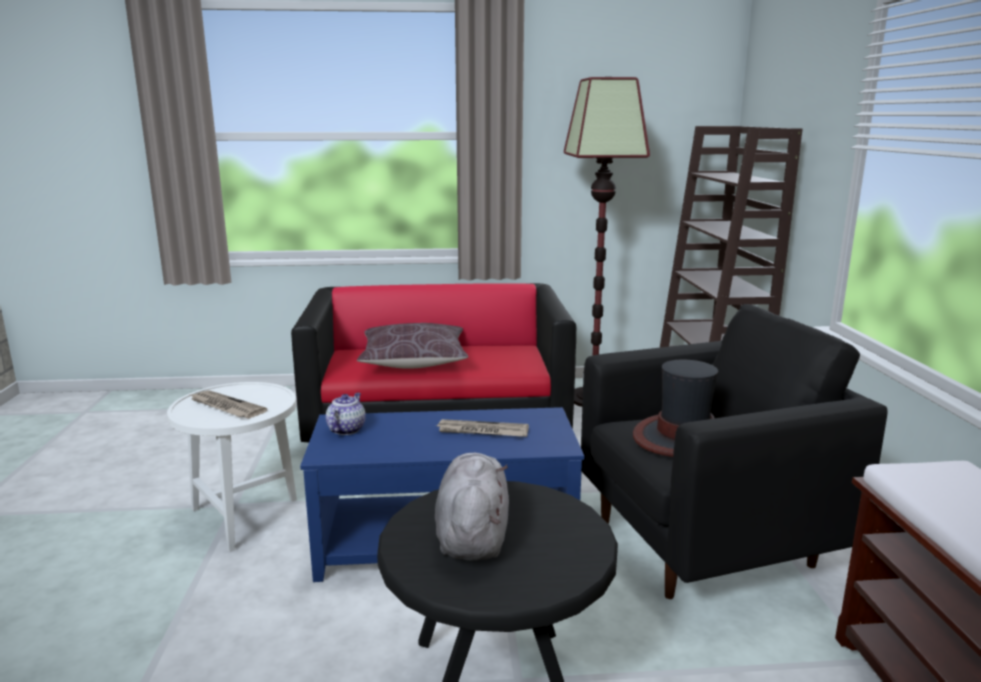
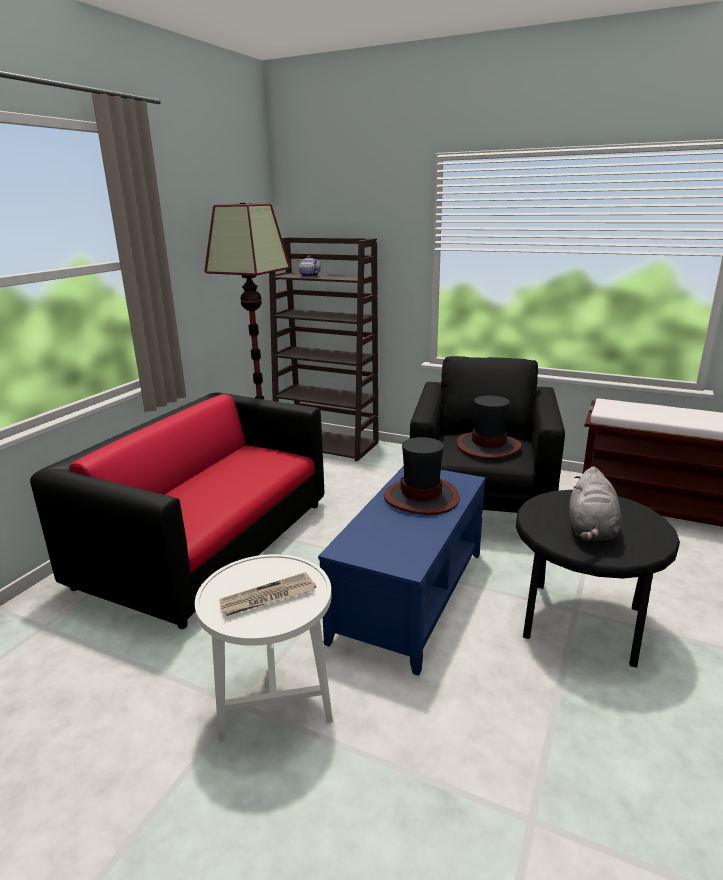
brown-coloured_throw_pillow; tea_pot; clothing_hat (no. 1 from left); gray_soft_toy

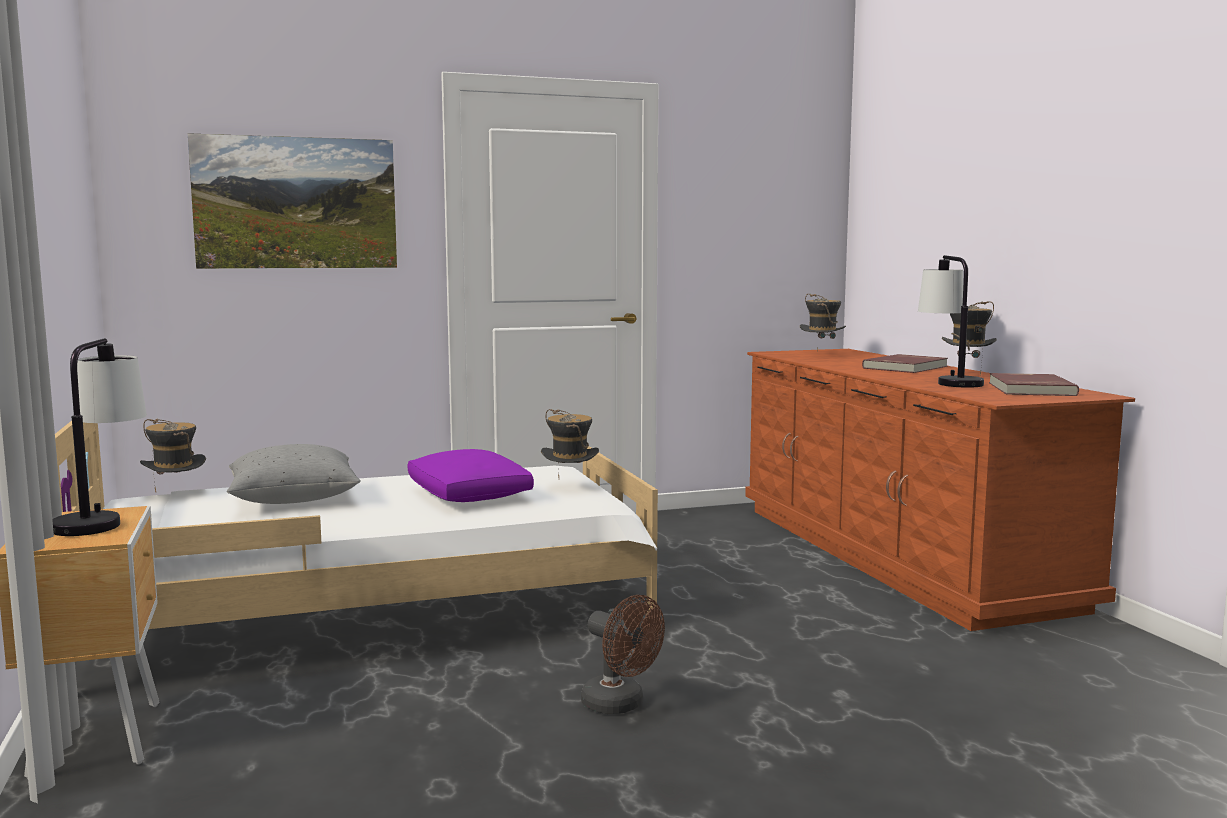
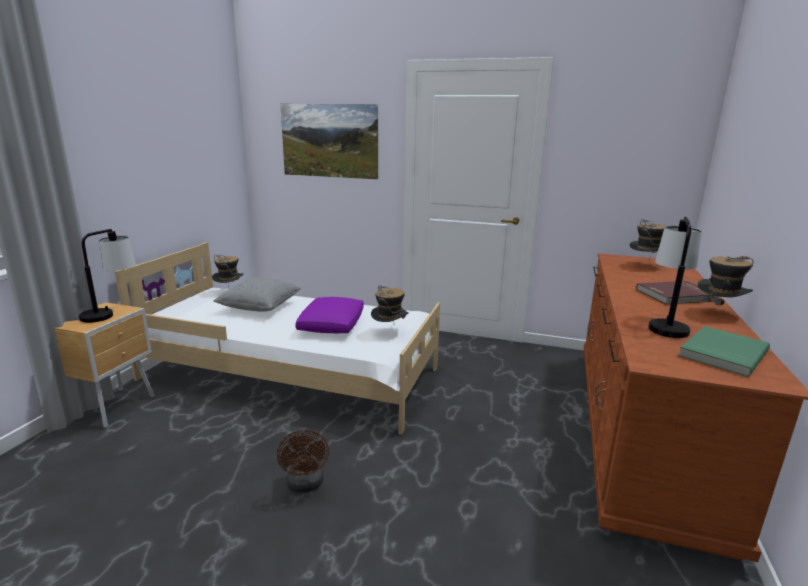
green_volume

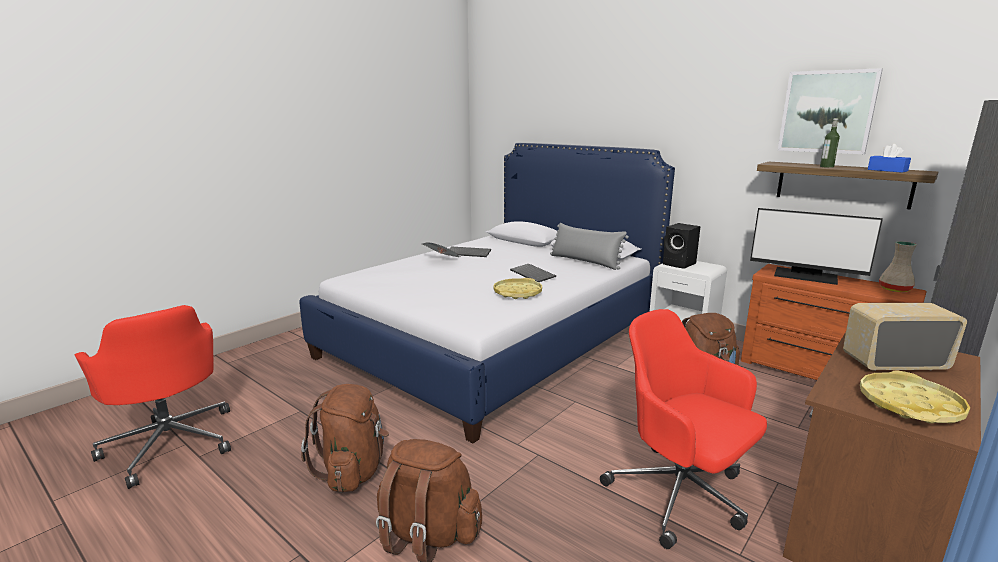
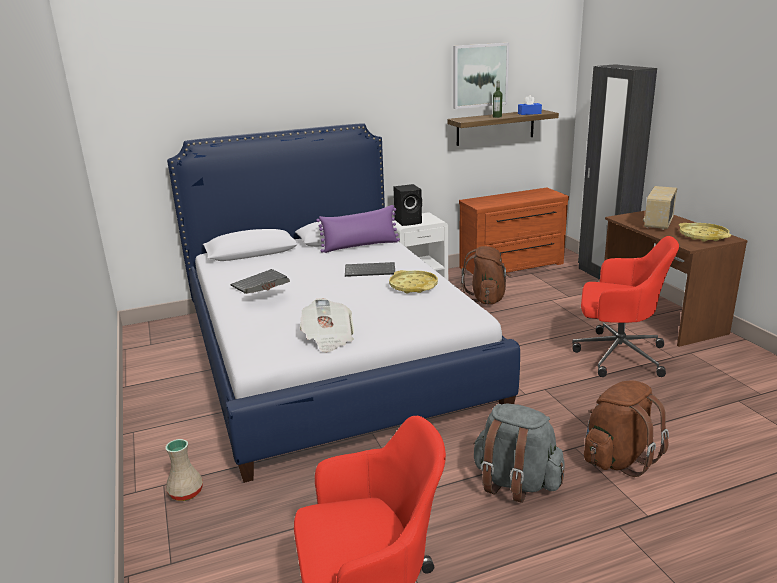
computer_display; purple_throw_pillow; beige_decorative_vase; reddish_desk_chair (no. 2 from left); gray_knapsack; daily_paper (no. 2 from left)

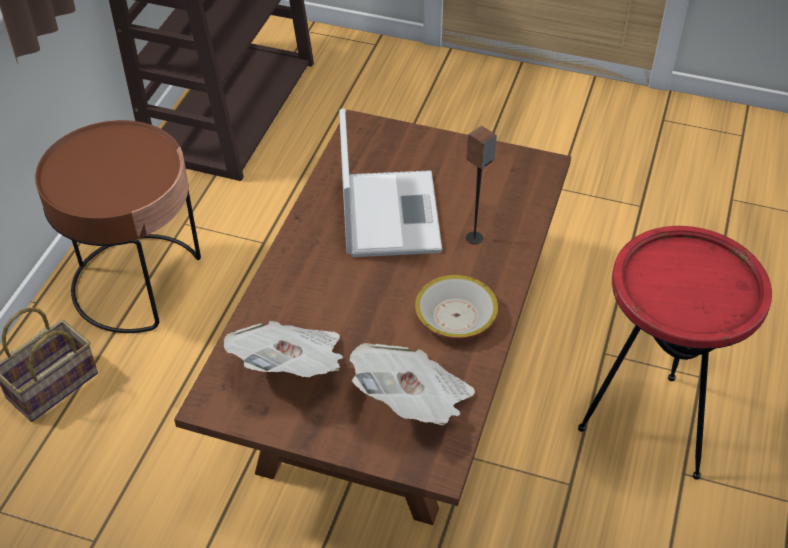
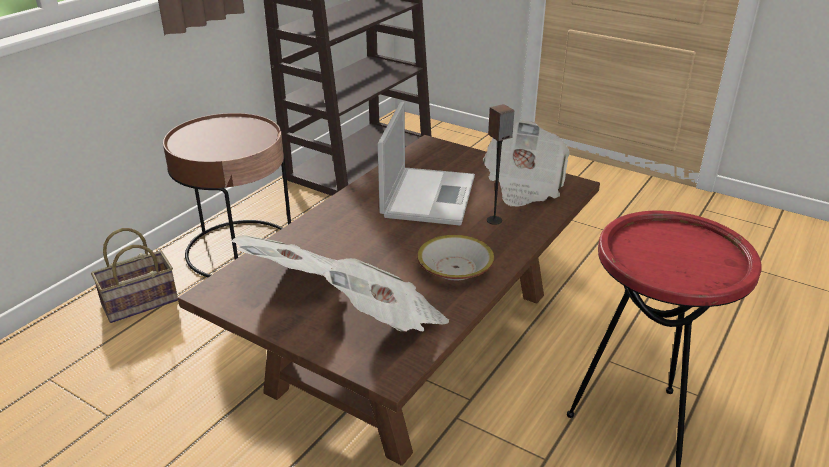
daily_paper (no. 3 from left)

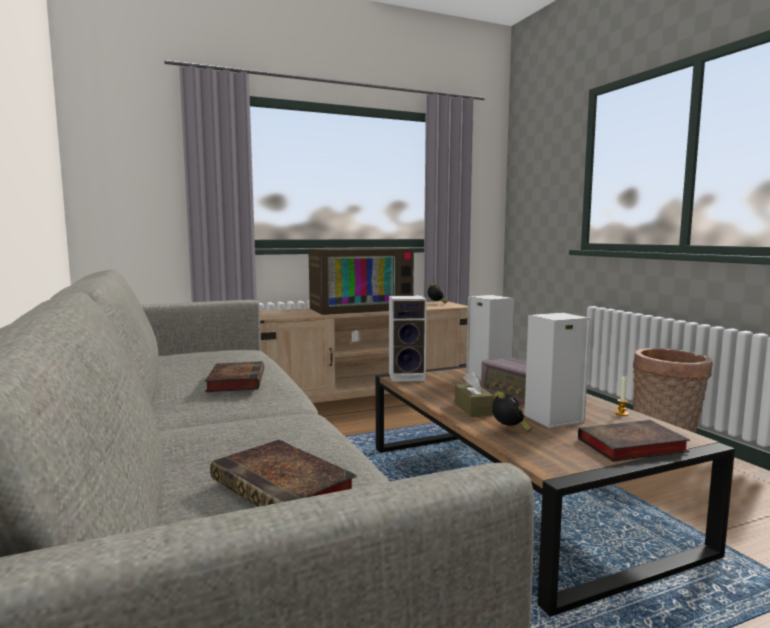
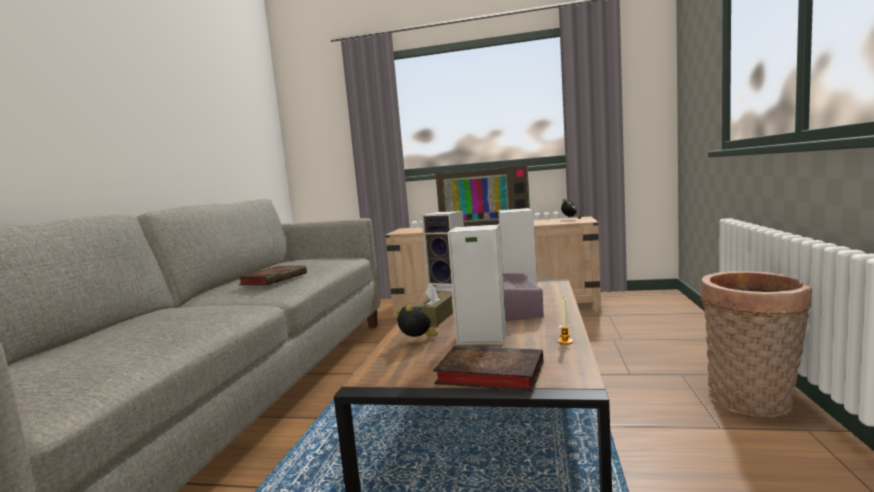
table_clock (no. 1 from left); volume (no. 2 from left in the first image)

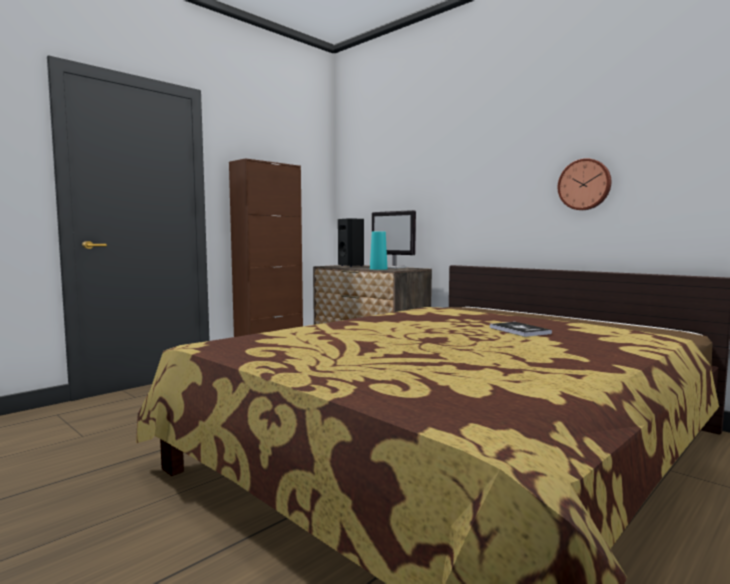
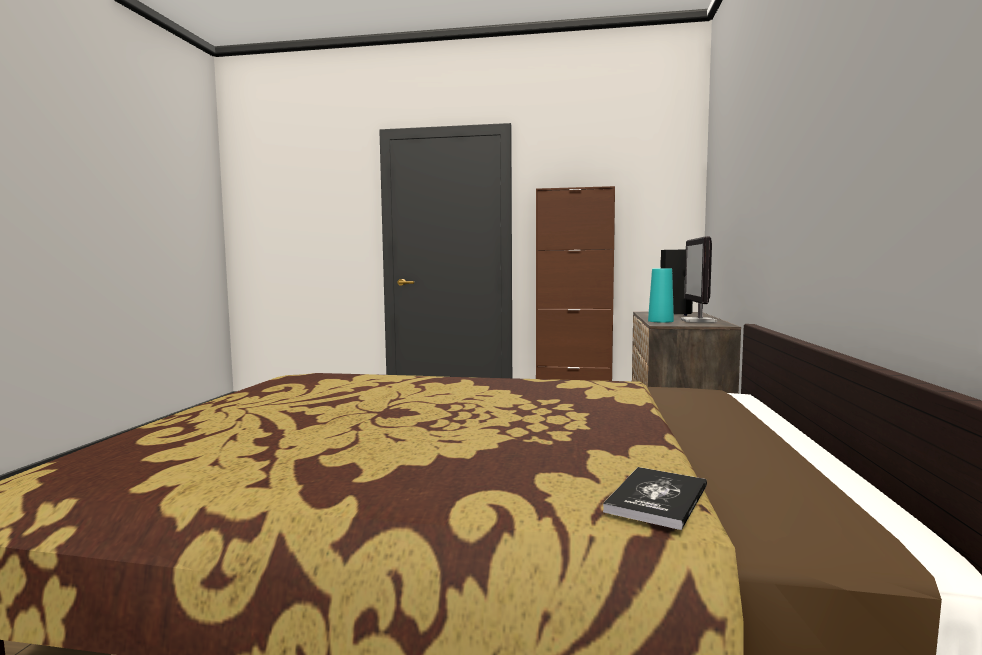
clock_on_the_wall; volume

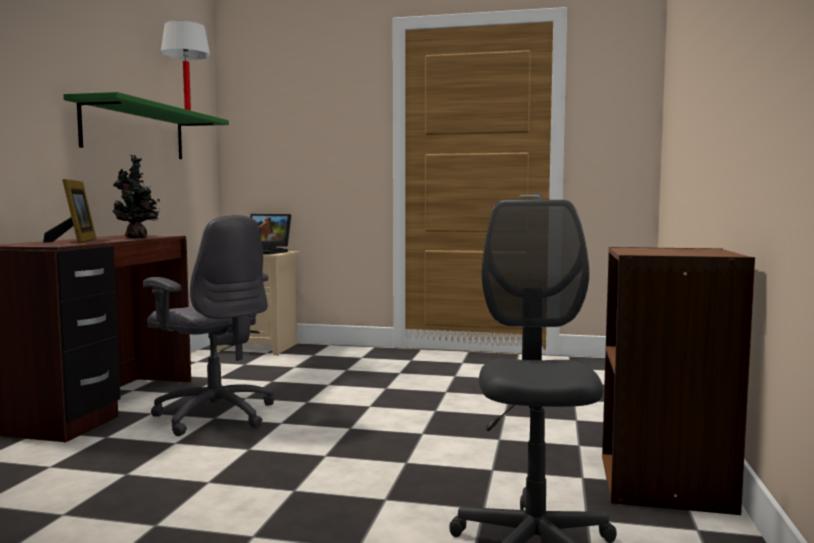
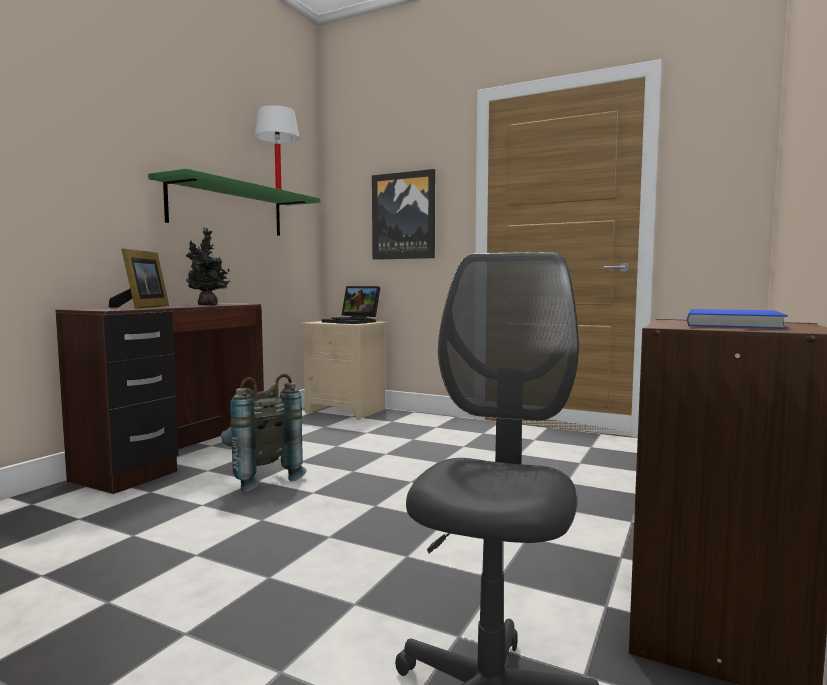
gray_knapsack; wall_picture; blue_volume

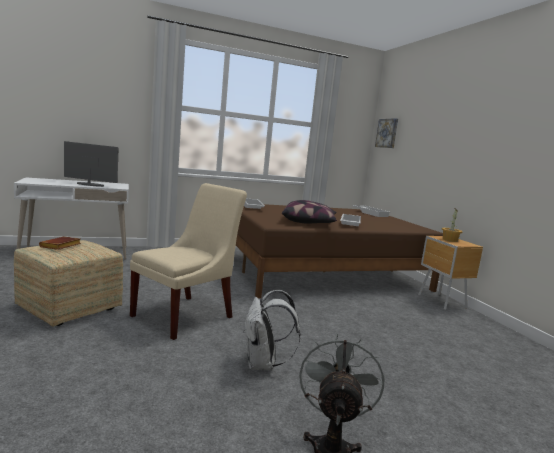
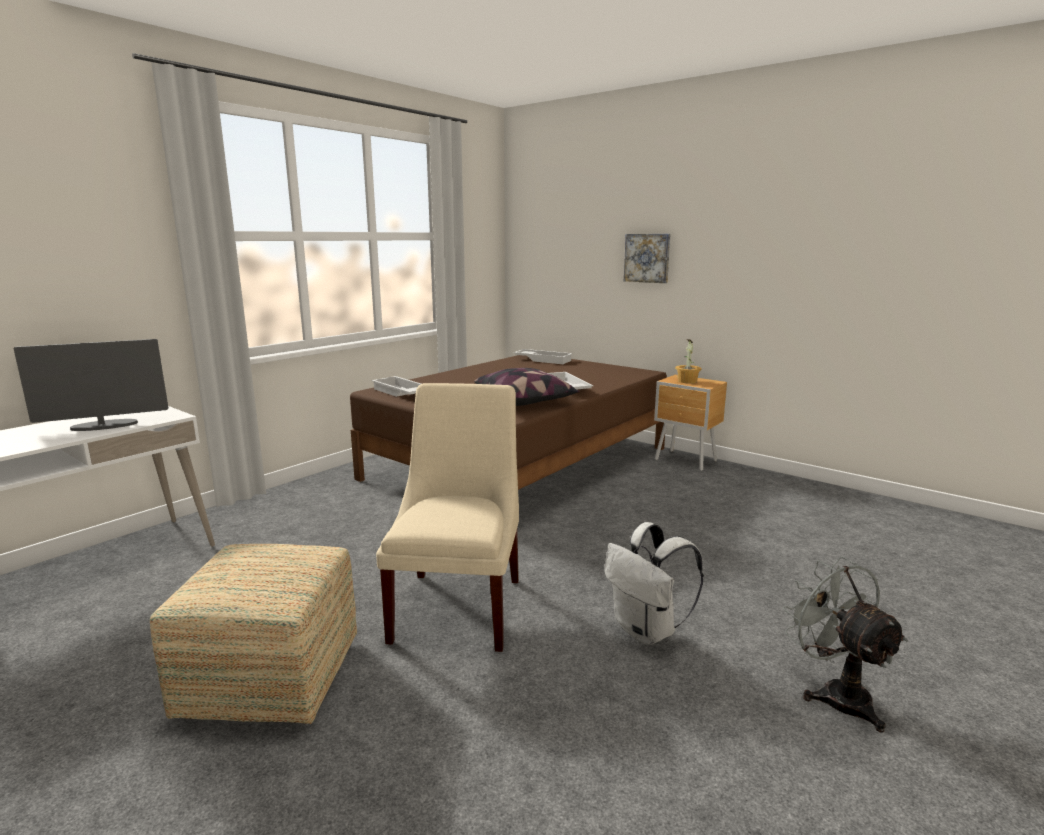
wall_picture; brown-coloured_volume

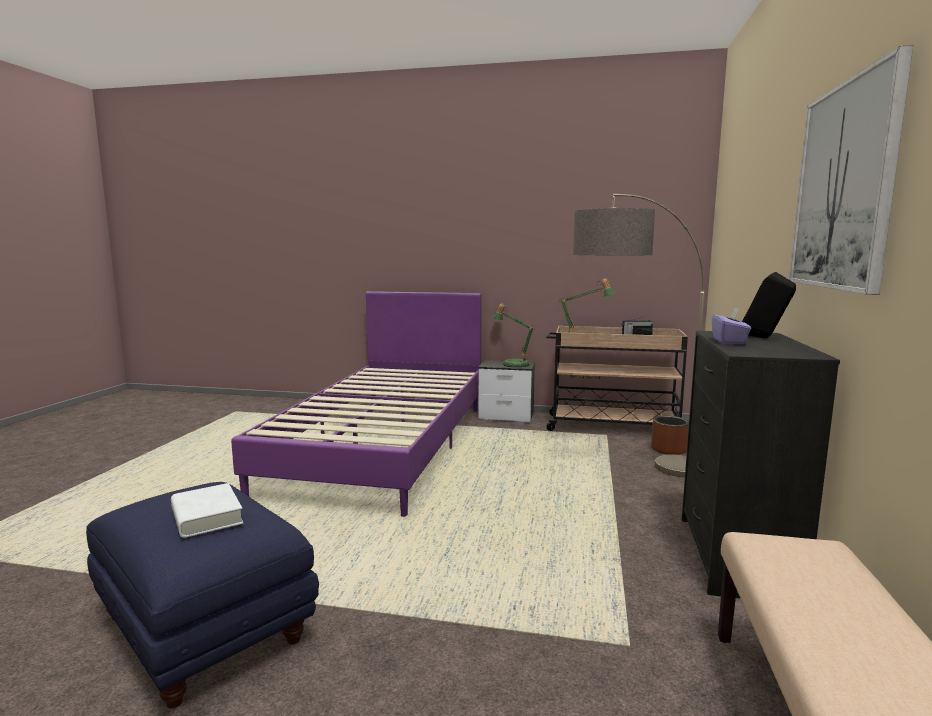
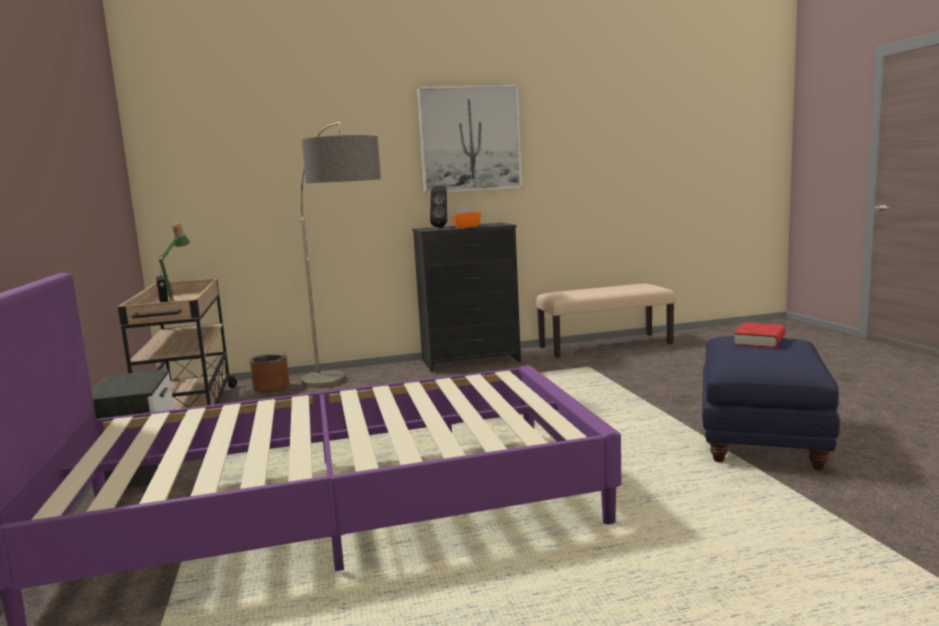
tabletop_lamp (no. 1 from left in the first image); orange-coloured_tissue_box; reddish_volume

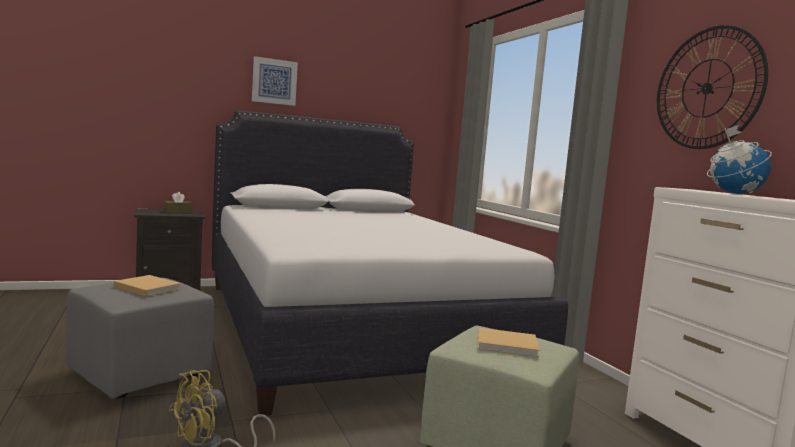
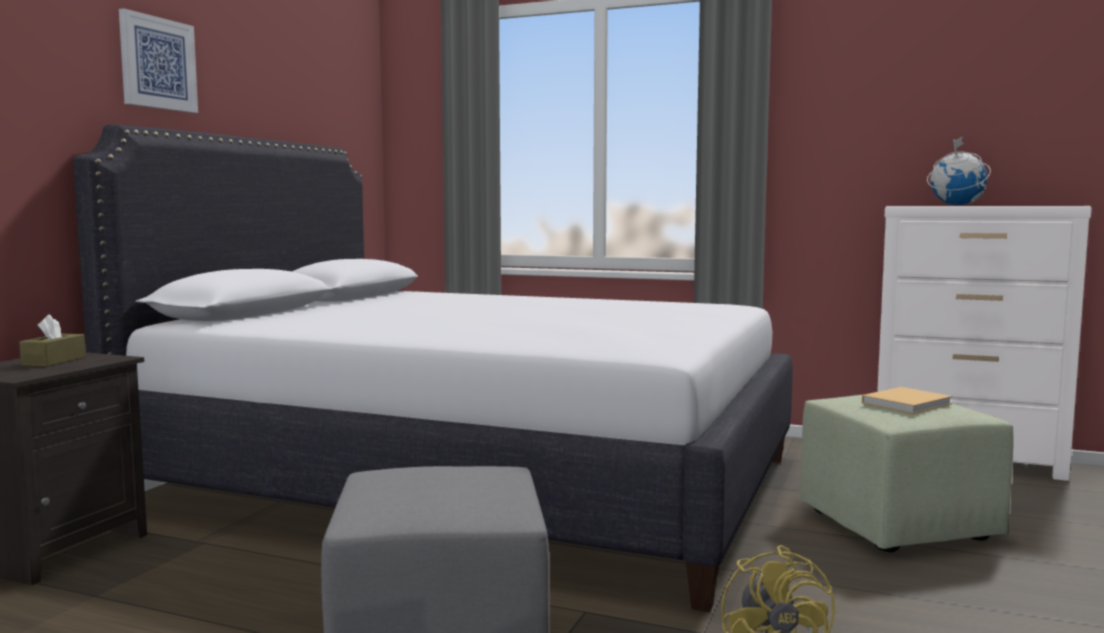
clock_on_the_wall; beige_volume (no. 1 from left in the first image)

